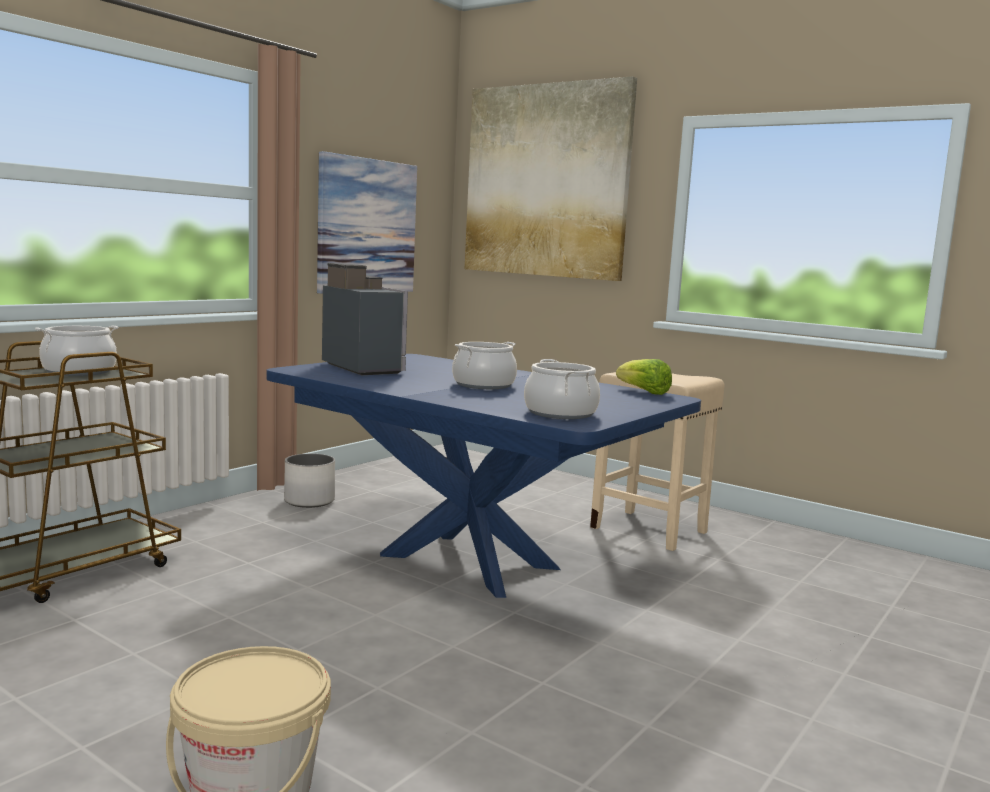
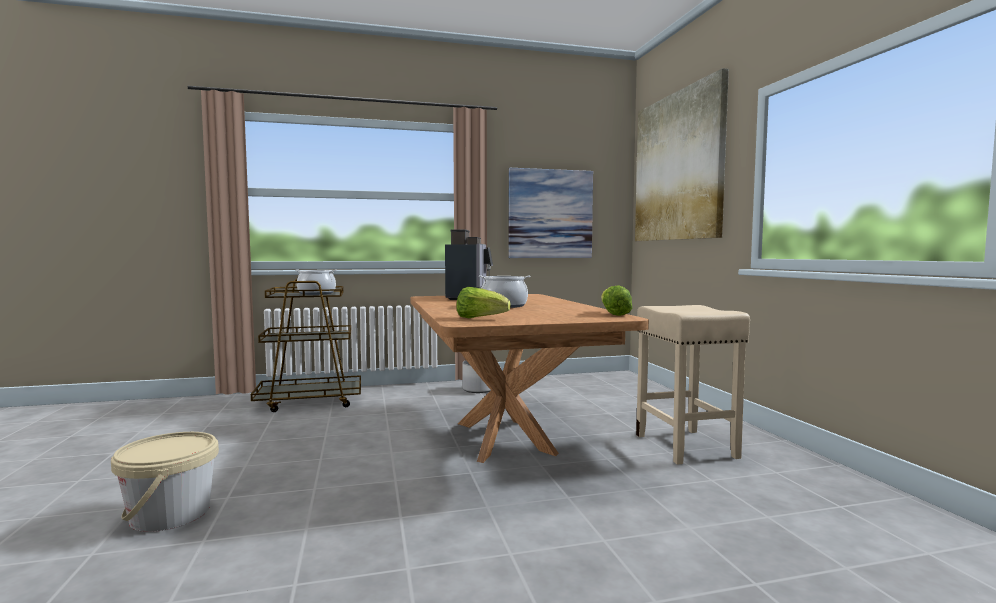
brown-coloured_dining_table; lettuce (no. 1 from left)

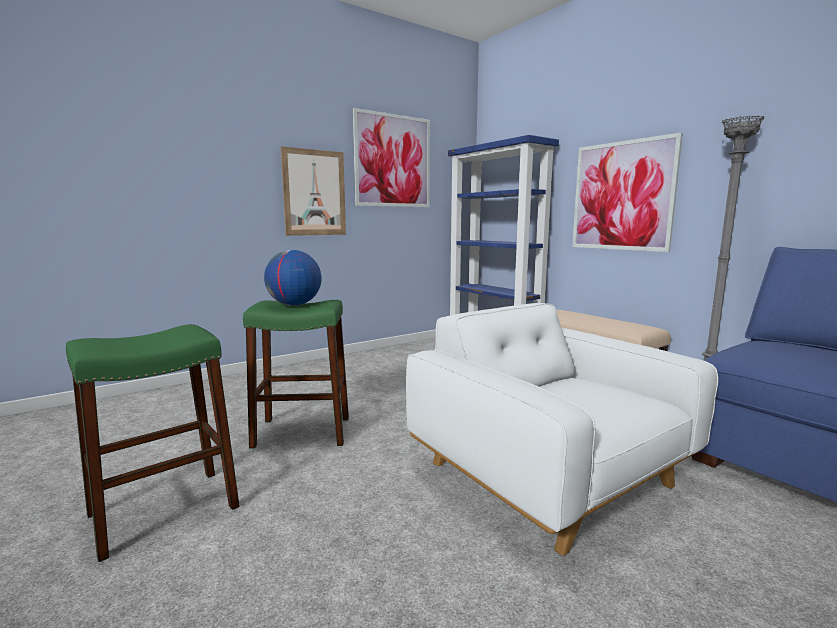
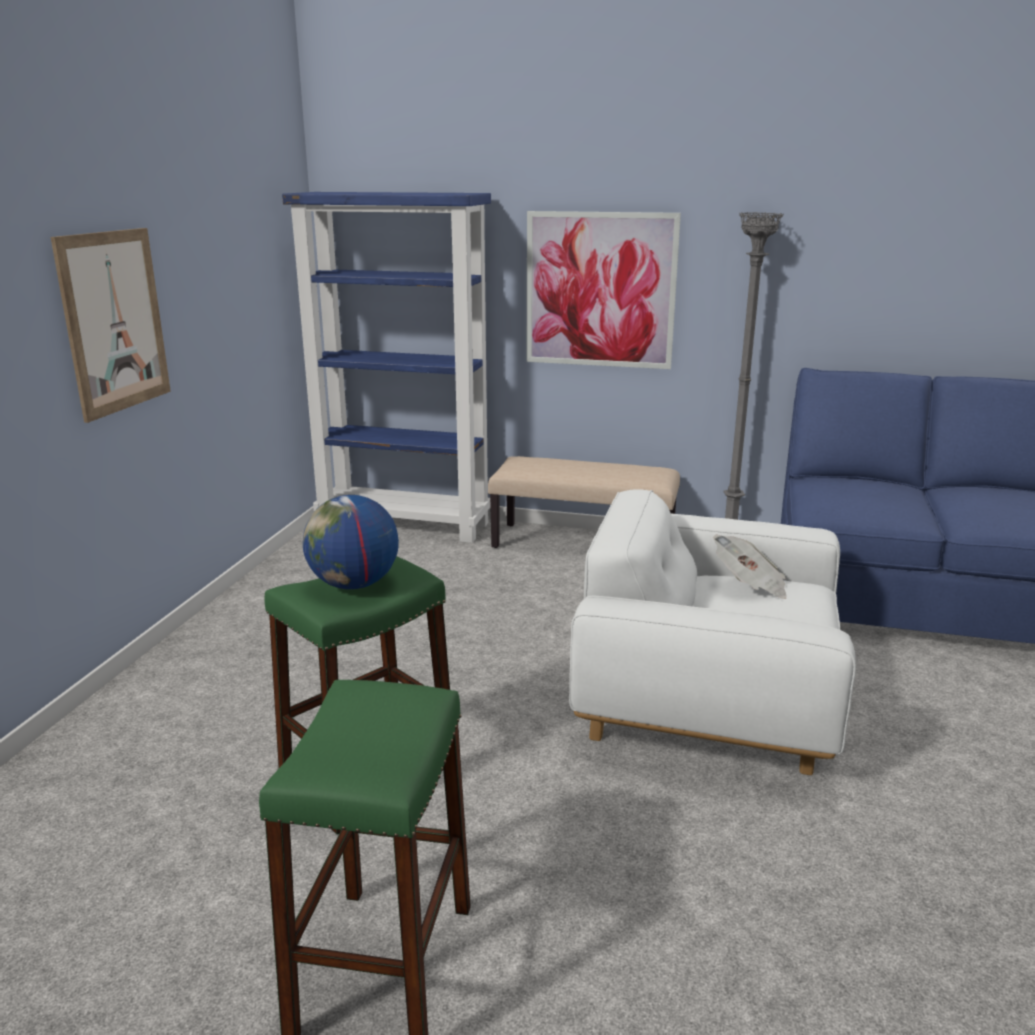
wall_picture (no. 2 from left in the first image); daily_paper

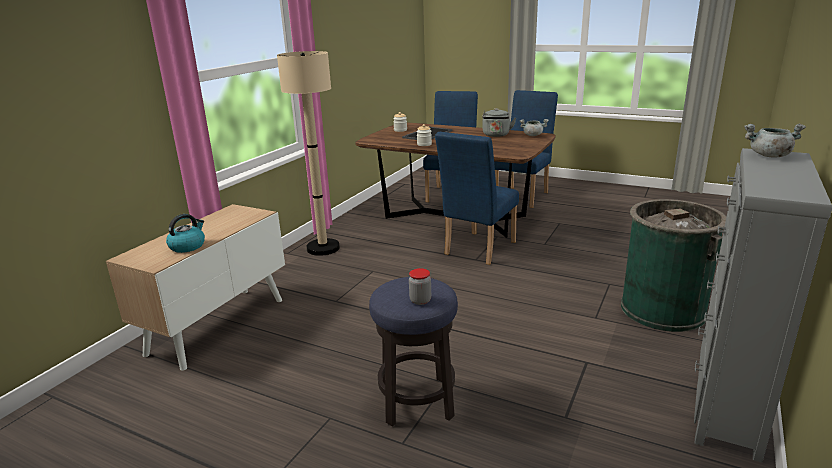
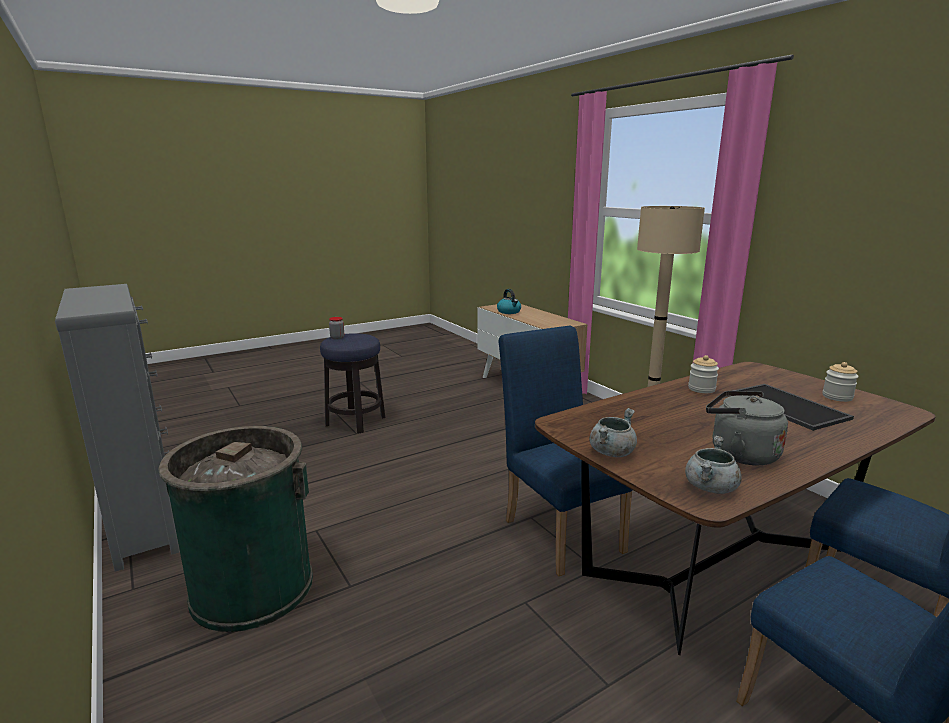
gray_cooking_pot (no. 1 from left)

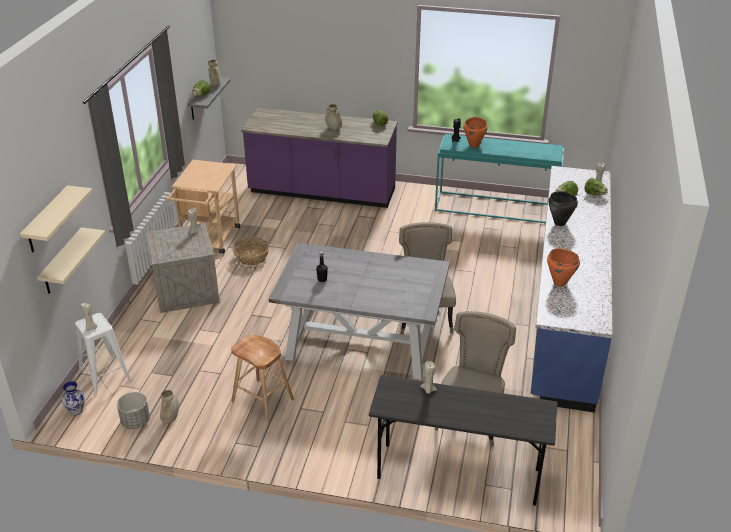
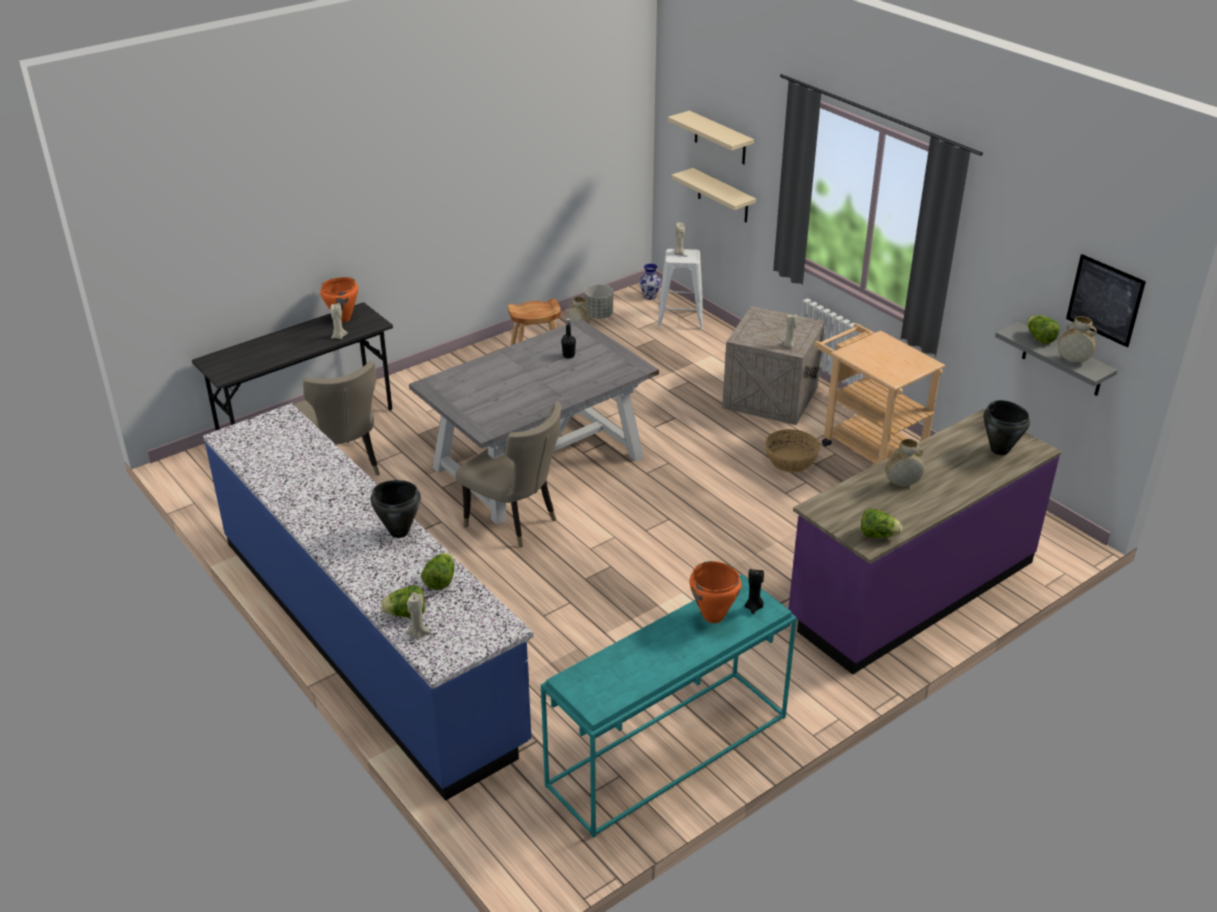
orange-coloured_cooking_pot (no. 1 from left); wall_picture; black-coloured_cooking_pot (no. 2 from left)

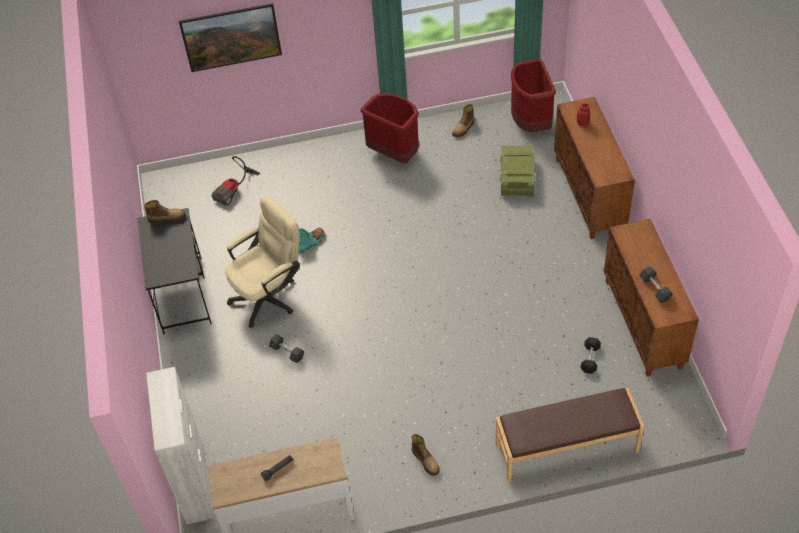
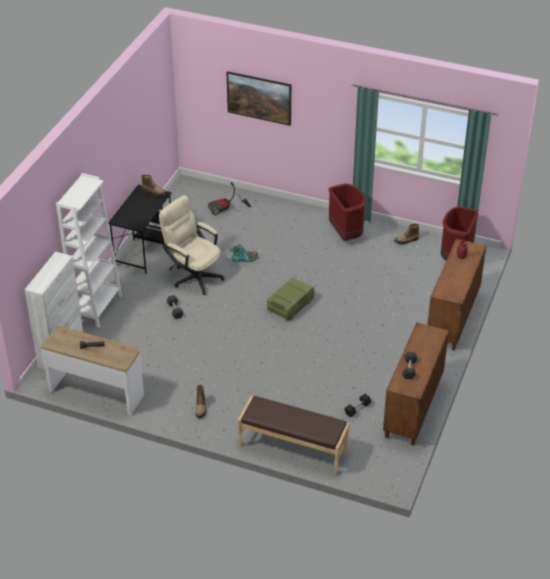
shipping_crate; beige_desk_chair; whitish_bookcase

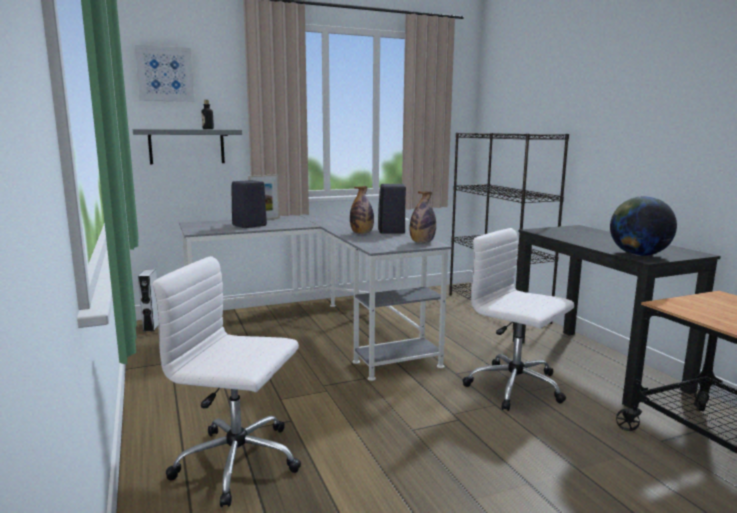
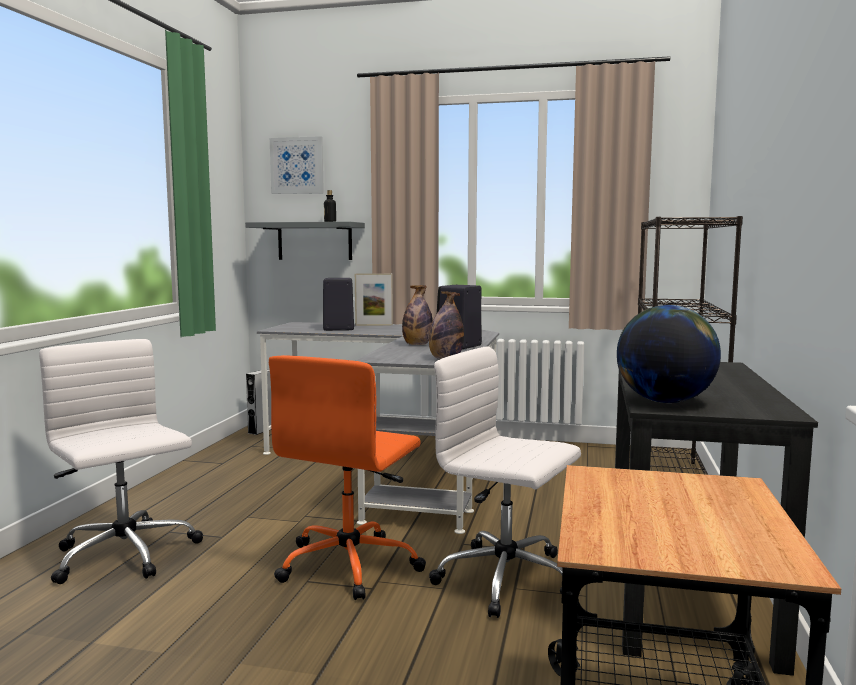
whitish_desk_chair (no. 2 from left); orange-coloured_desk_chair

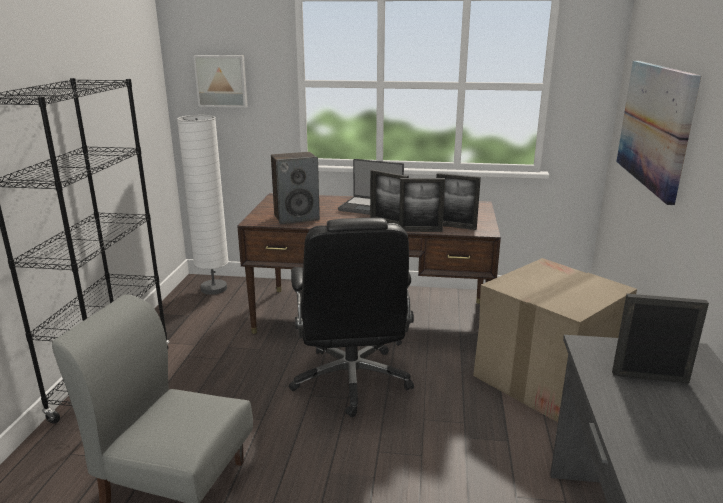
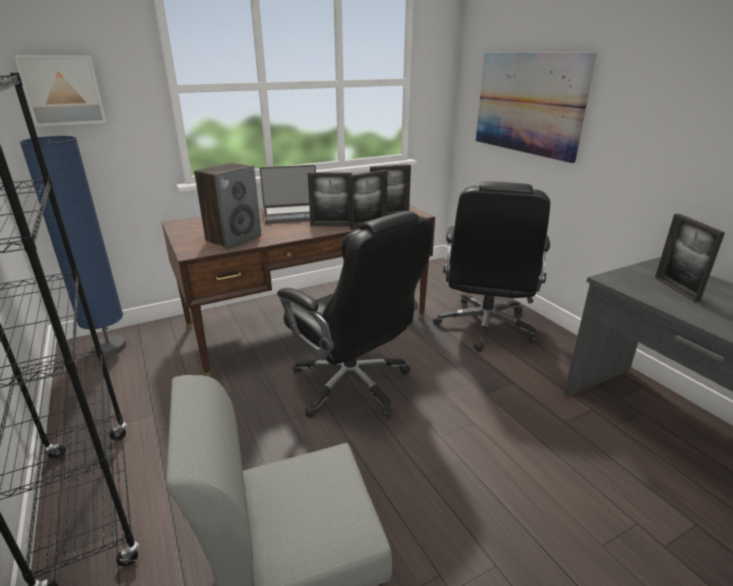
blue_standard_lamp; black-coloured_desk_chair (no. 2 from left); standing_frame (no. 4 from left)

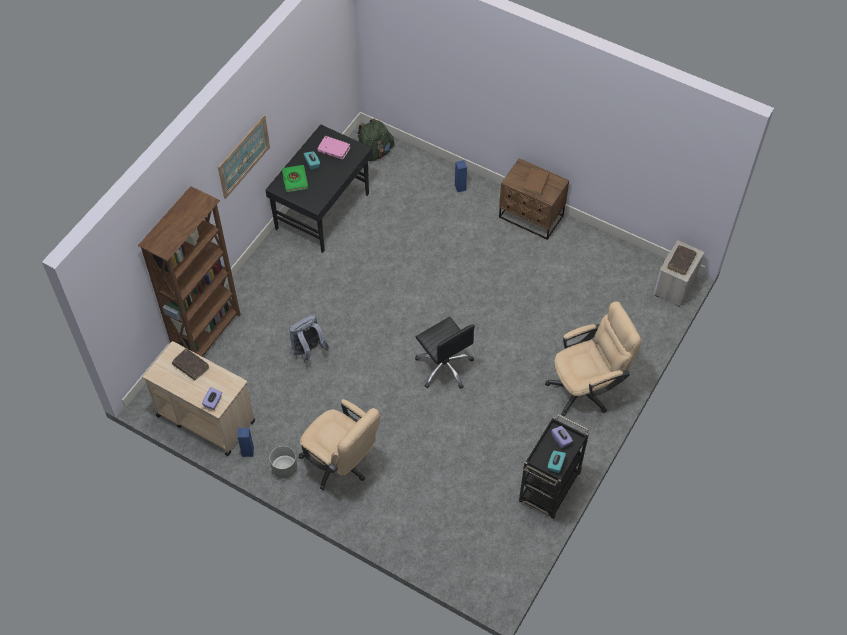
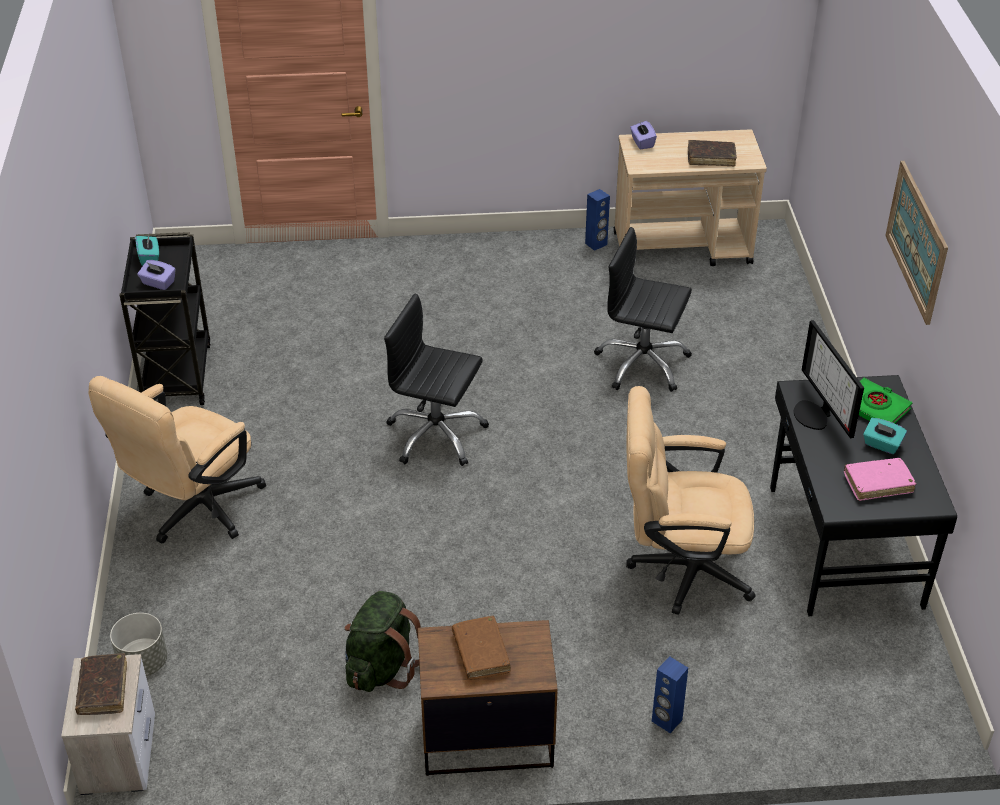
green_knapsack; brown-coloured_bookcase; black-coloured_desk_chair (no. 2 from left); beige_desk_chair (no. 2 from left); gray_planter; computer_display

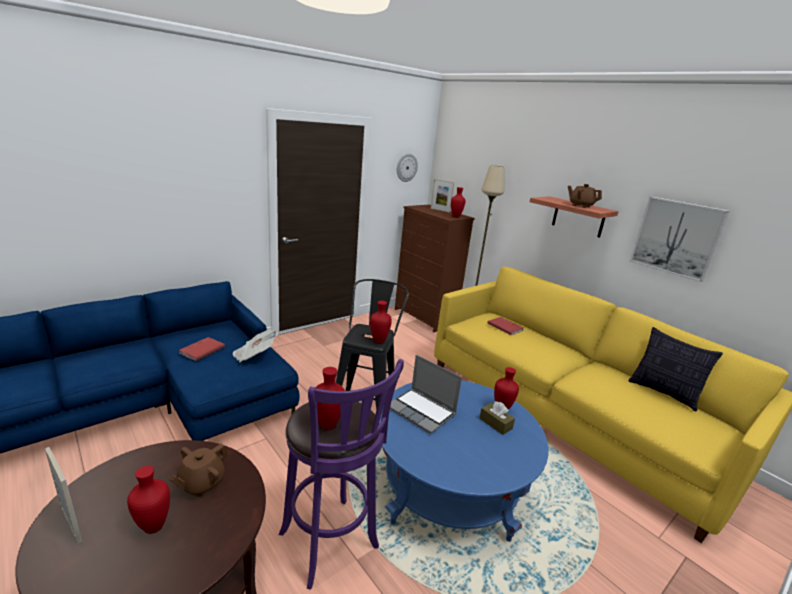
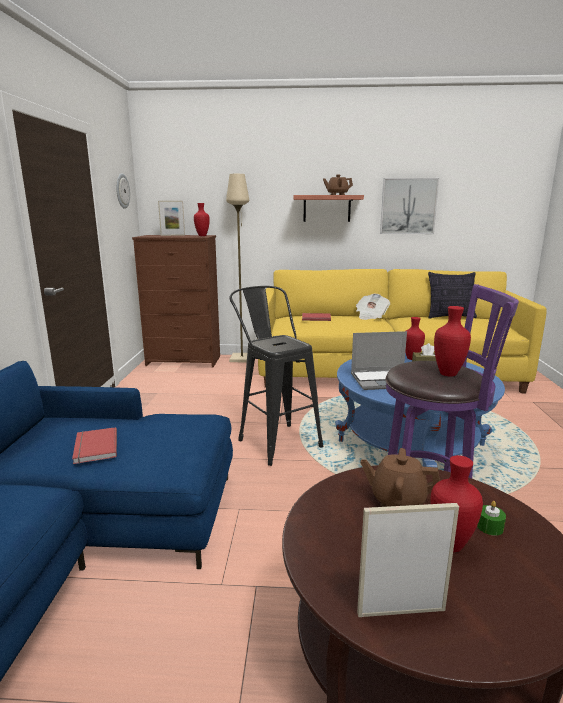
reddish_decorative_vase (no. 3 from left in the first image); daily_paper; brown-coloured_tea_pot (no. 2 from left); green_candle

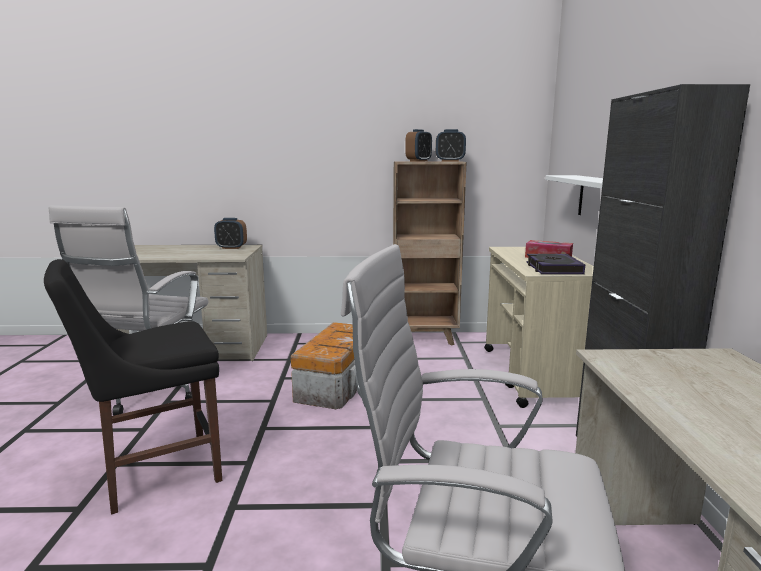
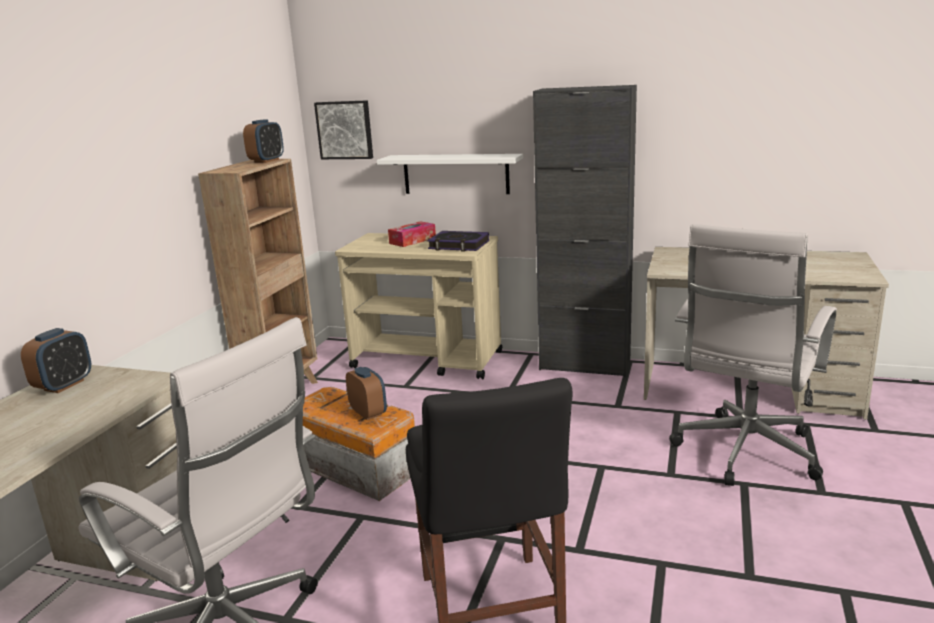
table_clock (no. 3 from left); wall_picture

